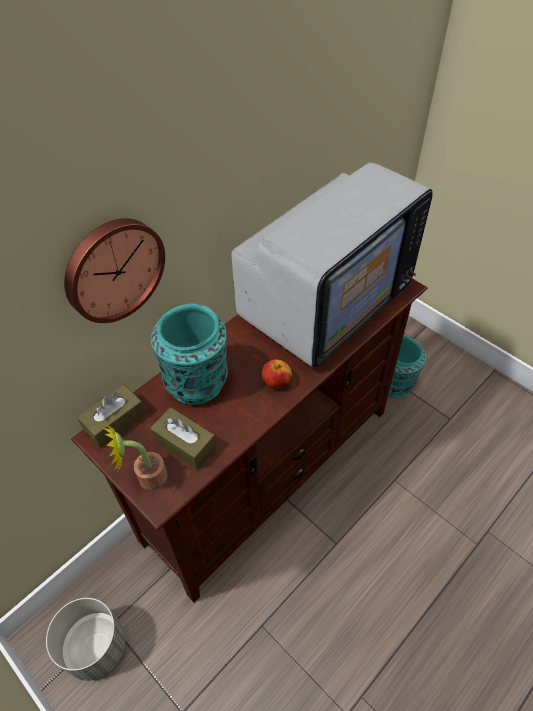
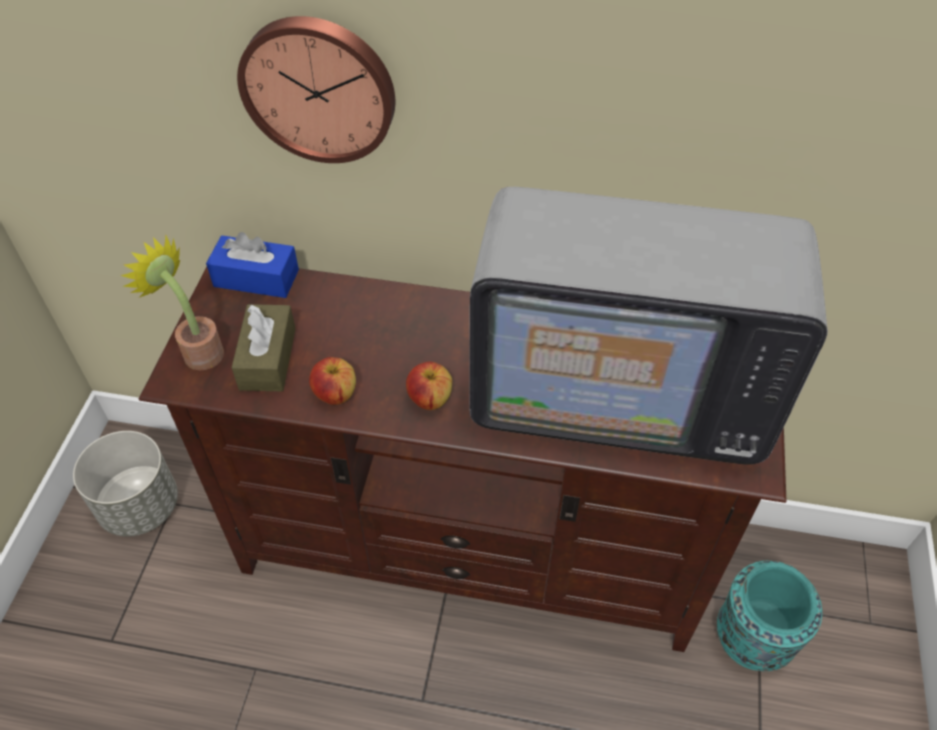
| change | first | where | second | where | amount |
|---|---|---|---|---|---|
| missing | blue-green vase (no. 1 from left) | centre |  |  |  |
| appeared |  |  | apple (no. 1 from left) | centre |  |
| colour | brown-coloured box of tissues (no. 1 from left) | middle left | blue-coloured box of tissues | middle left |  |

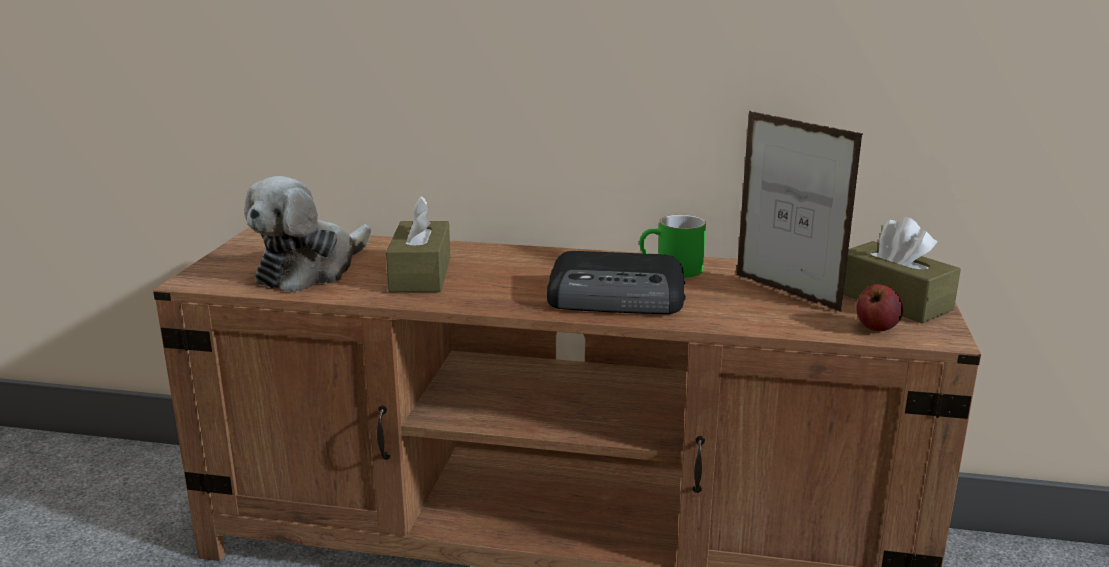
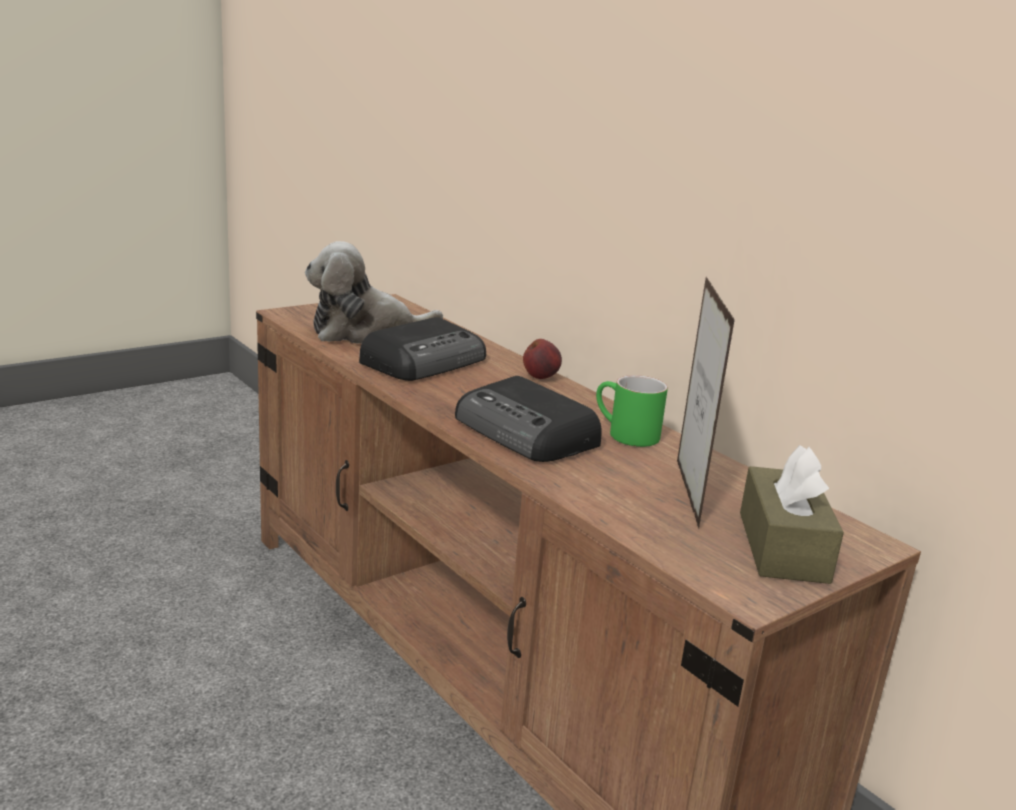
| change | first | where | second | where | amount |
|---|---|---|---|---|---|
| relocated | apple | middle right |  | centre |  |
| exchanged | brown-coloured box of tissues (no. 1 from left) | centre | radio receiver (no. 1 from left) | centre |  |

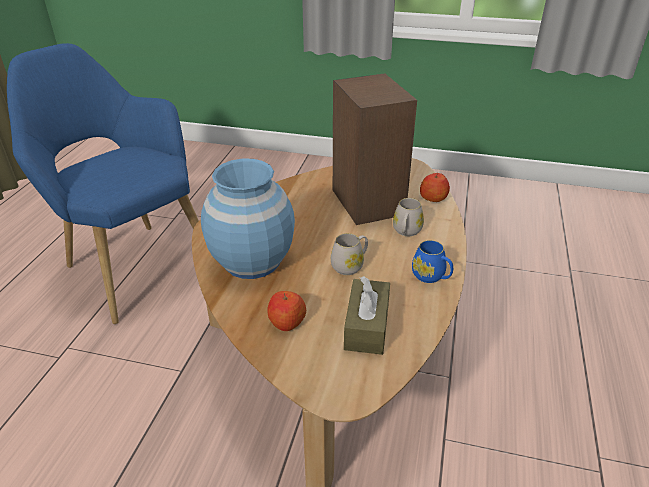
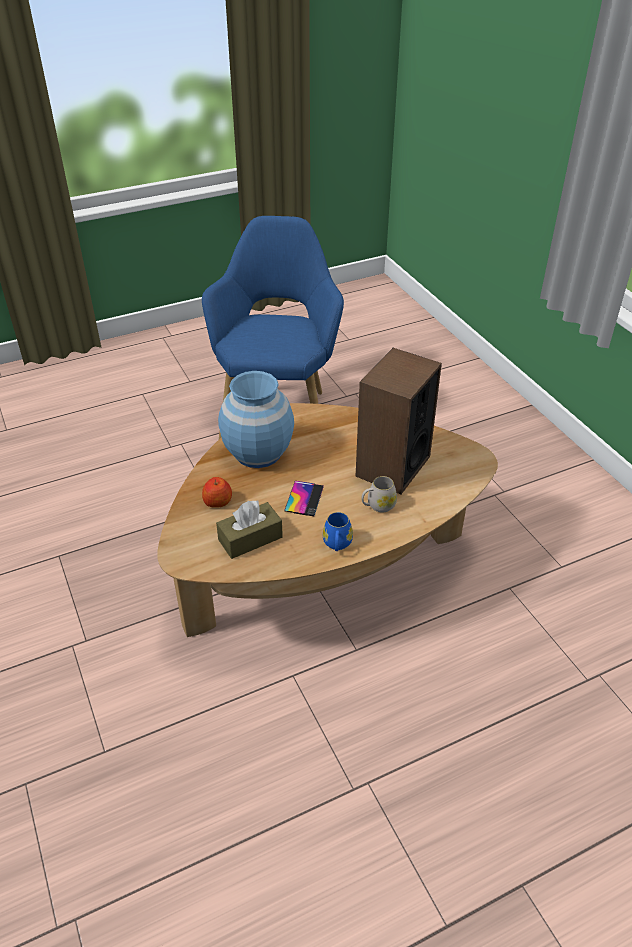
| change | first | where | second | where | amount |
|---|---|---|---|---|---|
| missing | apple (no. 2 from left) | middle right |  |  |  |
| exchanged | whitish mug (no. 1 from left) | centre | phone | centre |  |

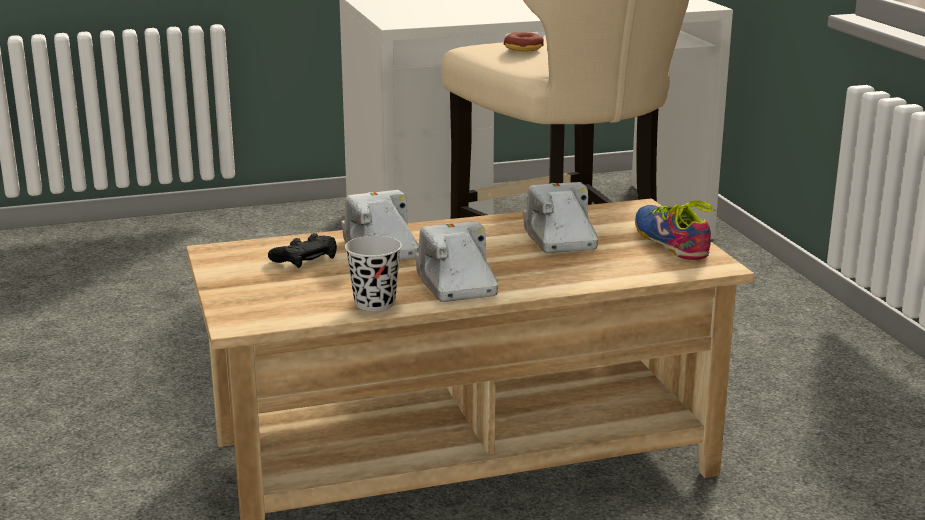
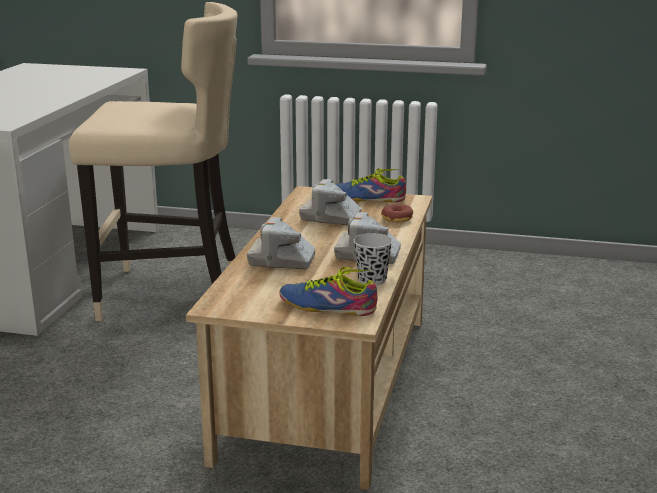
| change | first | where | second | where | amount |
|---|---|---|---|---|---|
| missing | blackish game controller | middle left |  |  |  |
| appeared |  |  | item of footwear (no. 1 from left) | centre |  |
| relocated | ring doughnut | top centre |  | centre |  |

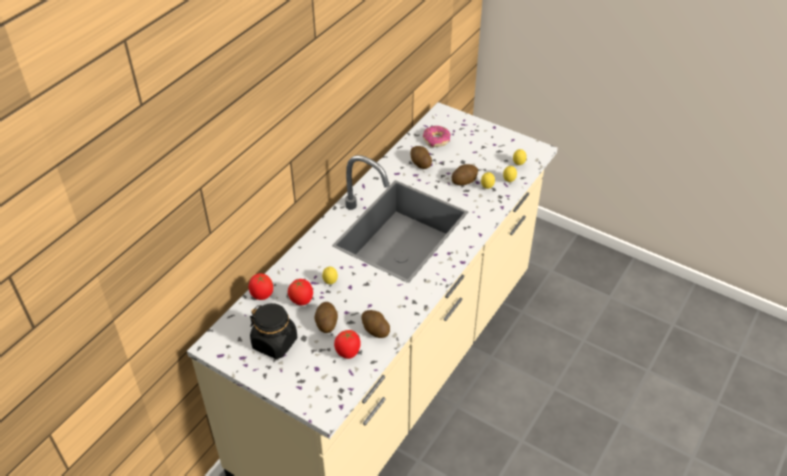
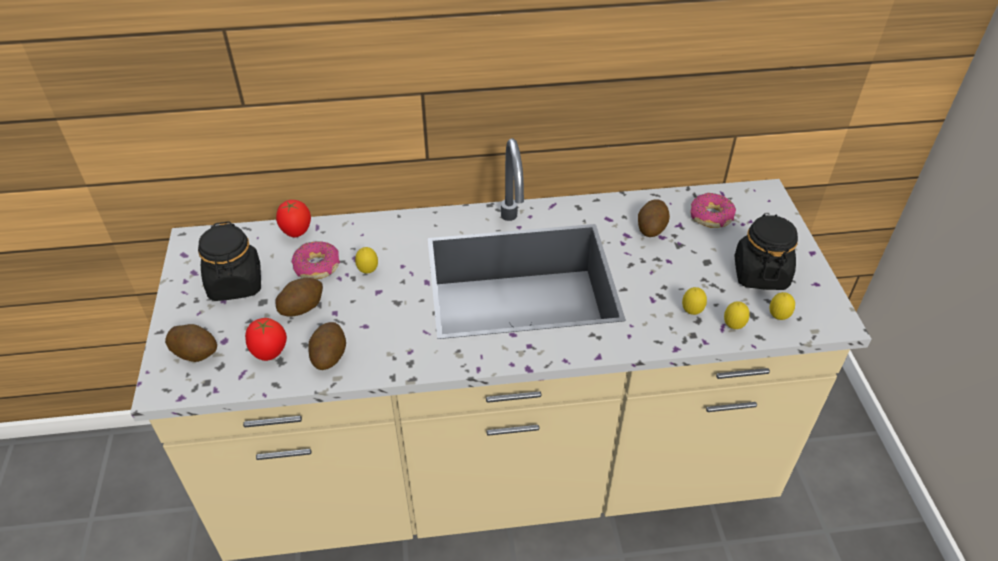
| change | first | where | second | where | amount |
|---|---|---|---|---|---|
| appeared |  |  | blackish jar (no. 2 from left) | middle right |  |
| relocated | potato (no. 4 from left in the first image) | centre | potato (no. 1 from left) | middle left |  |
| exchanged | fresh tomato (no. 2 from left) | centre | ring doughnut (no. 1 from left) | middle left |  |

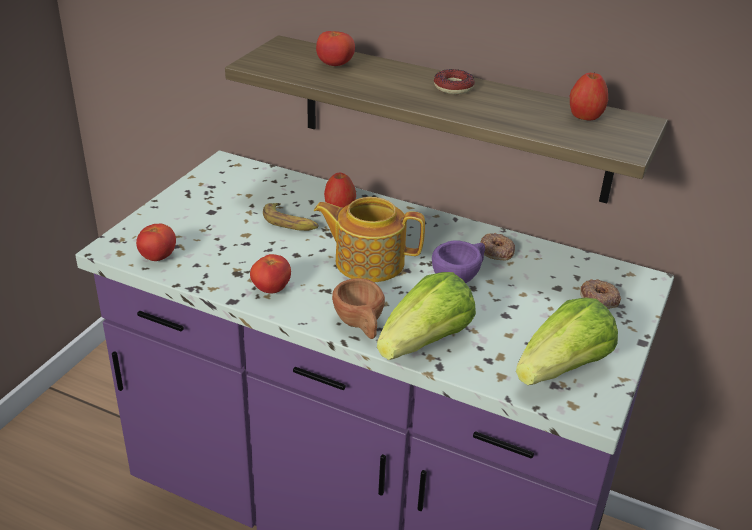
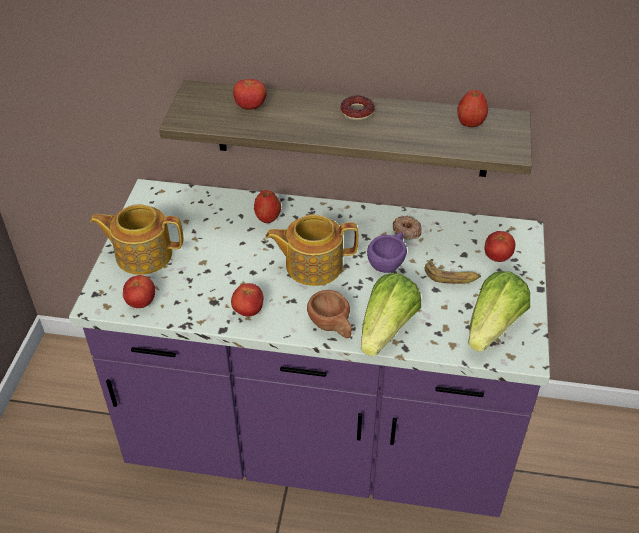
| change | first | where | second | where | amount |
|---|---|---|---|---|---|
| appeared |  |  | teapot (no. 1 from left) | middle left |  |
| relocated | banana fruit | centre |  | middle right |  |
| exchanged | ring doughnut (no. 3 from left) | middle right | fresh tomato (no. 4 from left) | middle right |  |

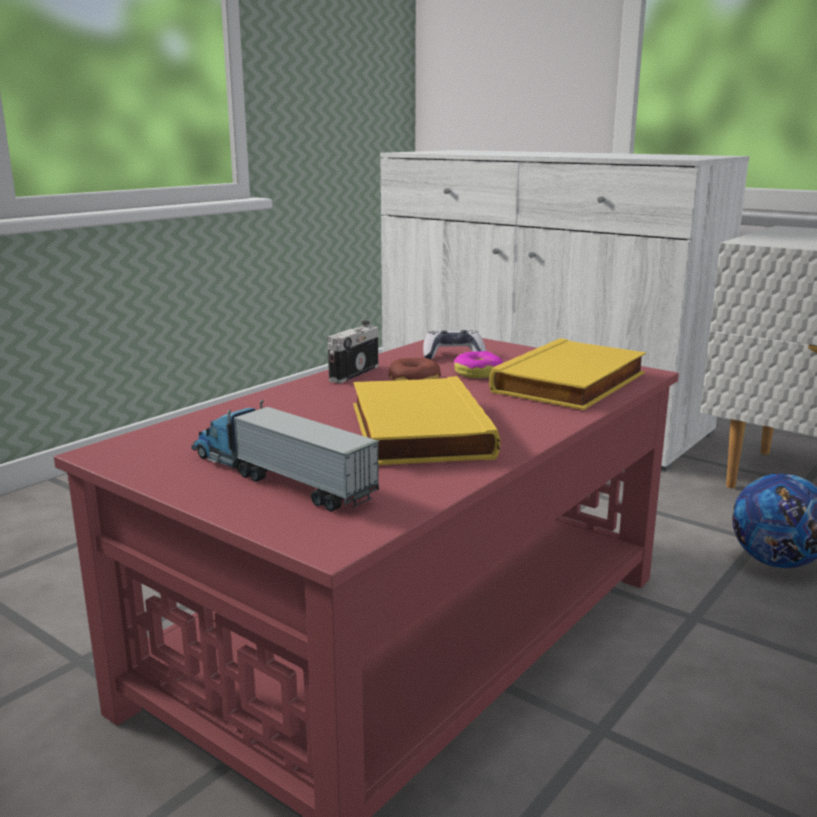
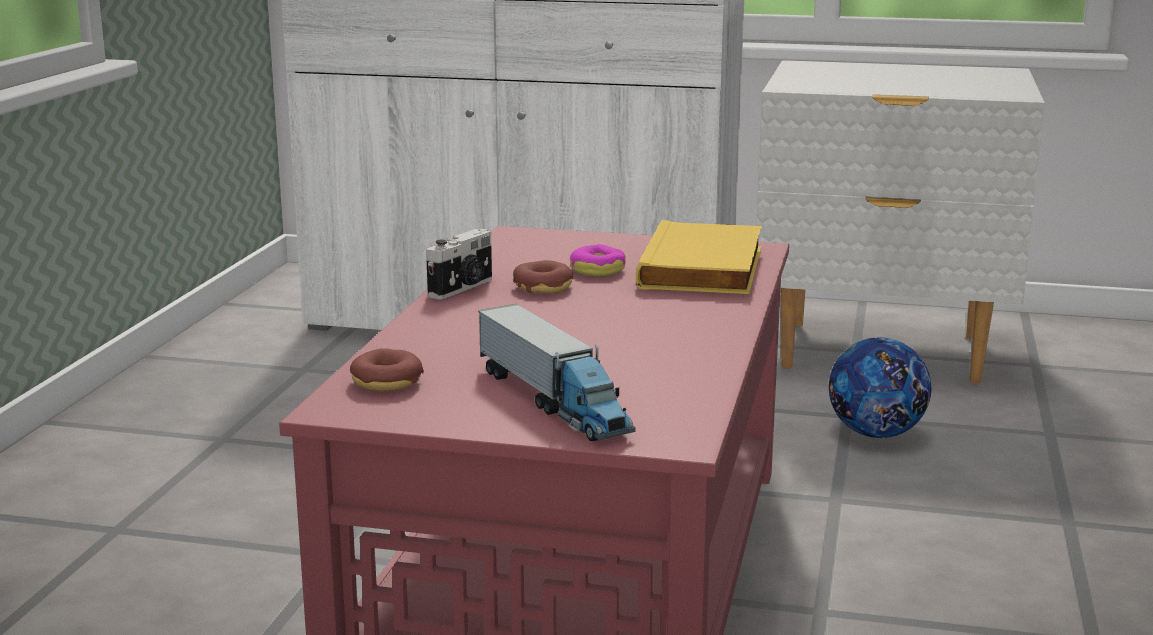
| change | first | where | second | where | amount |
|---|---|---|---|---|---|
| missing | yellow-coloured volume (no. 1 from left) | centre |  |  |  |
| missing | game controller | centre |  |  |  |
| appeared |  |  | ring doughnut (no. 1 from left) | centre |  |
| spun | toy truck | centre |  | centre | 135 degrees counterclockwise |
| spun | still camera | centre |  | centre | 150 degrees counterclockwise |

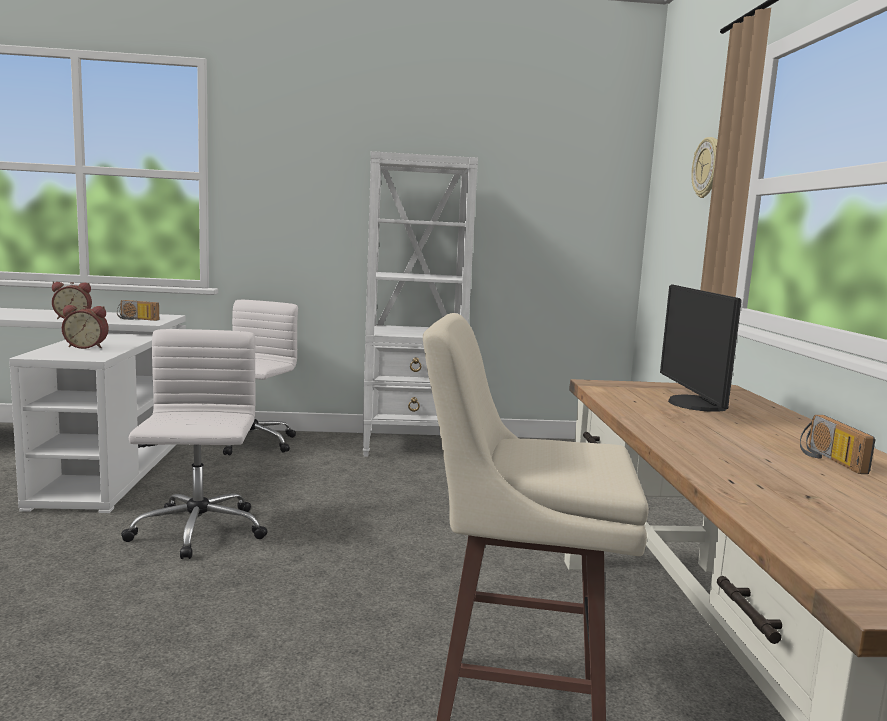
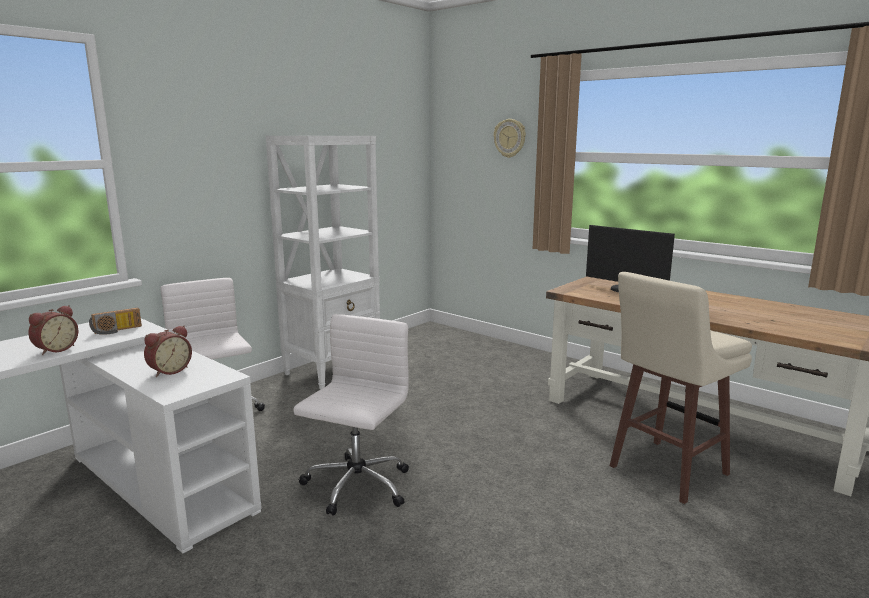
| change | first | where | second | where | amount |
|---|---|---|---|---|---|
| missing | radio receiver (no. 2 from left) | middle right |  |  |  |
| spun | whitish computer chair (no. 1 from left in the first image) | middle left | whitish computer chair (no. 2 from left) | bottom centre | 75 degrees clockwise |

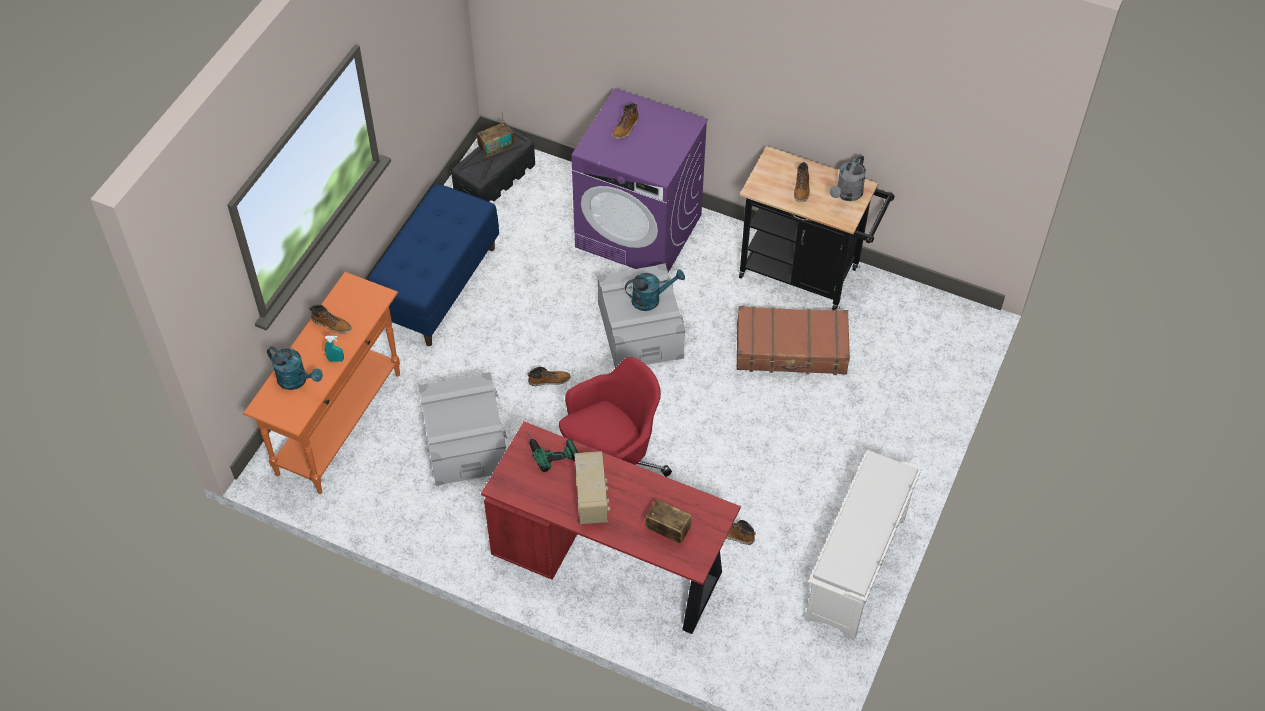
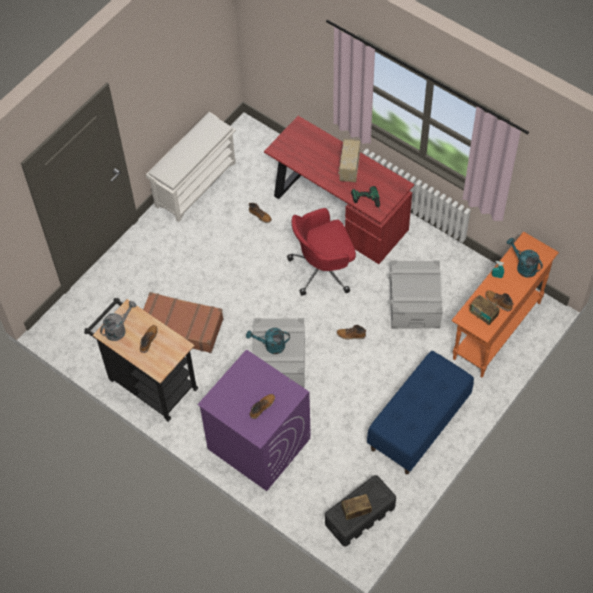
| change | first | where | second | where | amount |
|---|---|---|---|---|---|
| relocated | radio receiver (no. 3 from left) | bottom centre |  | middle right |  |

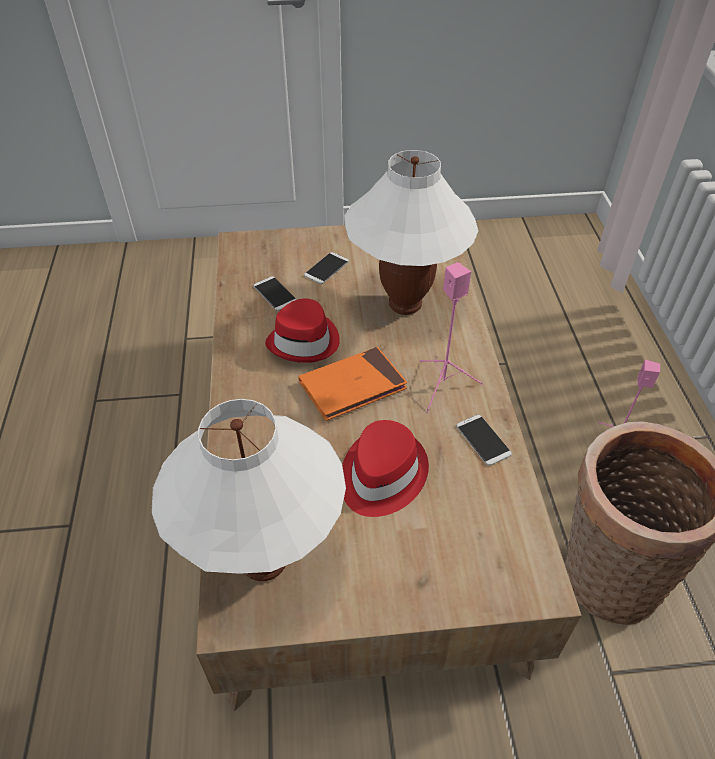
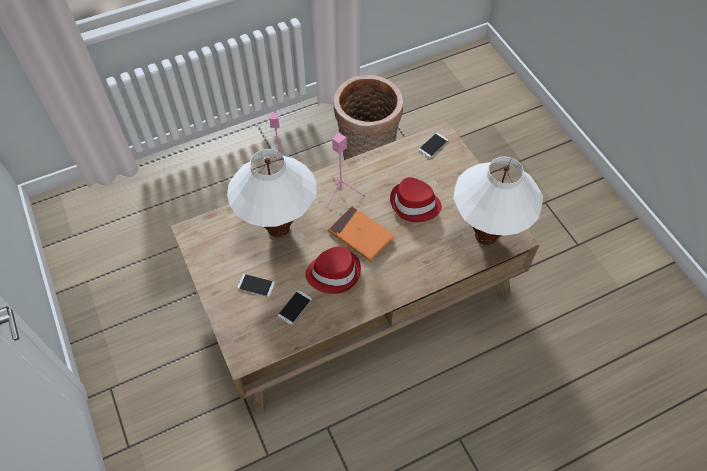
| change | first | where | second | where | amount |
|---|---|---|---|---|---|
| relocated | phone (no. 3 from left) | middle right |  | top centre |  |

